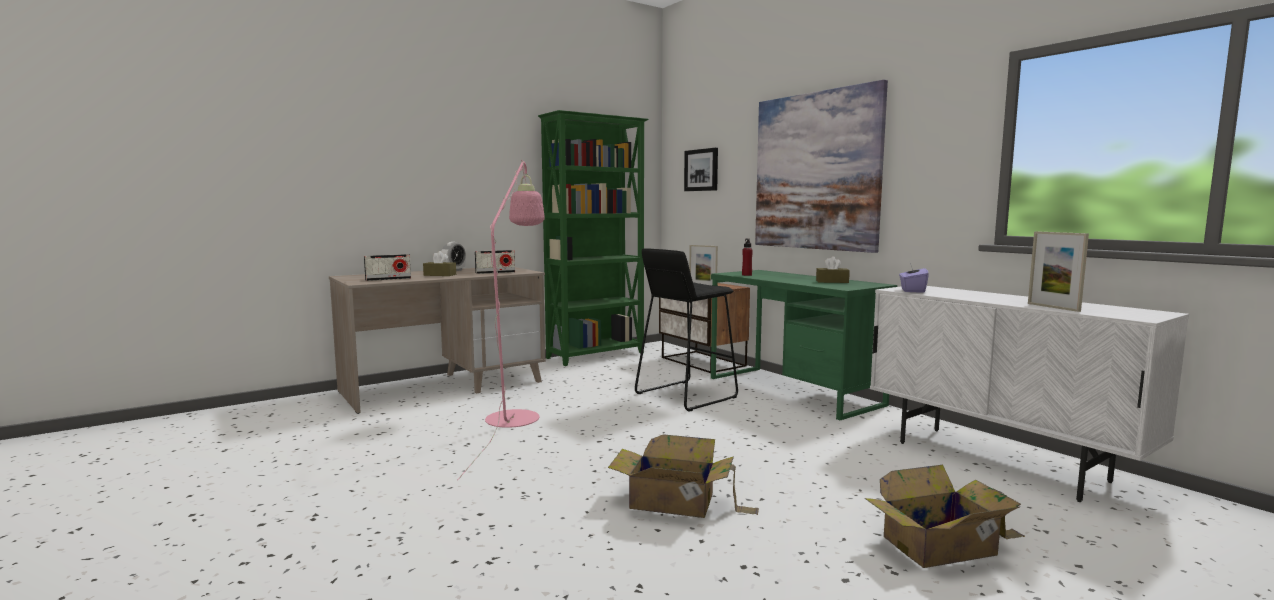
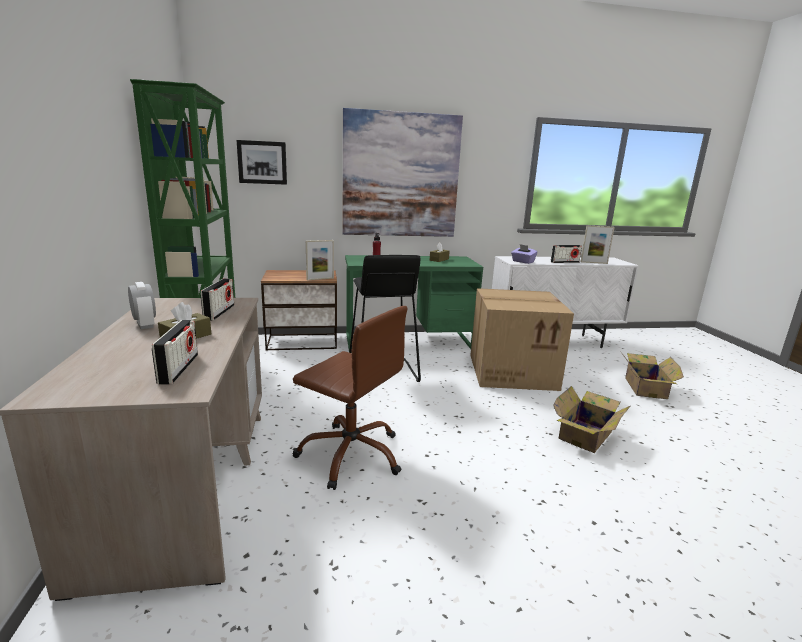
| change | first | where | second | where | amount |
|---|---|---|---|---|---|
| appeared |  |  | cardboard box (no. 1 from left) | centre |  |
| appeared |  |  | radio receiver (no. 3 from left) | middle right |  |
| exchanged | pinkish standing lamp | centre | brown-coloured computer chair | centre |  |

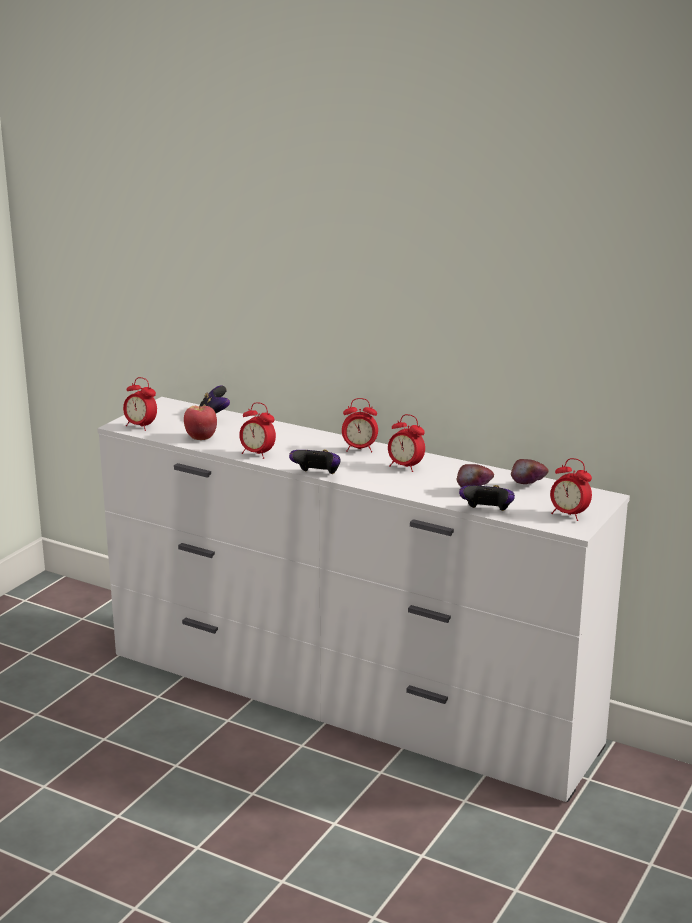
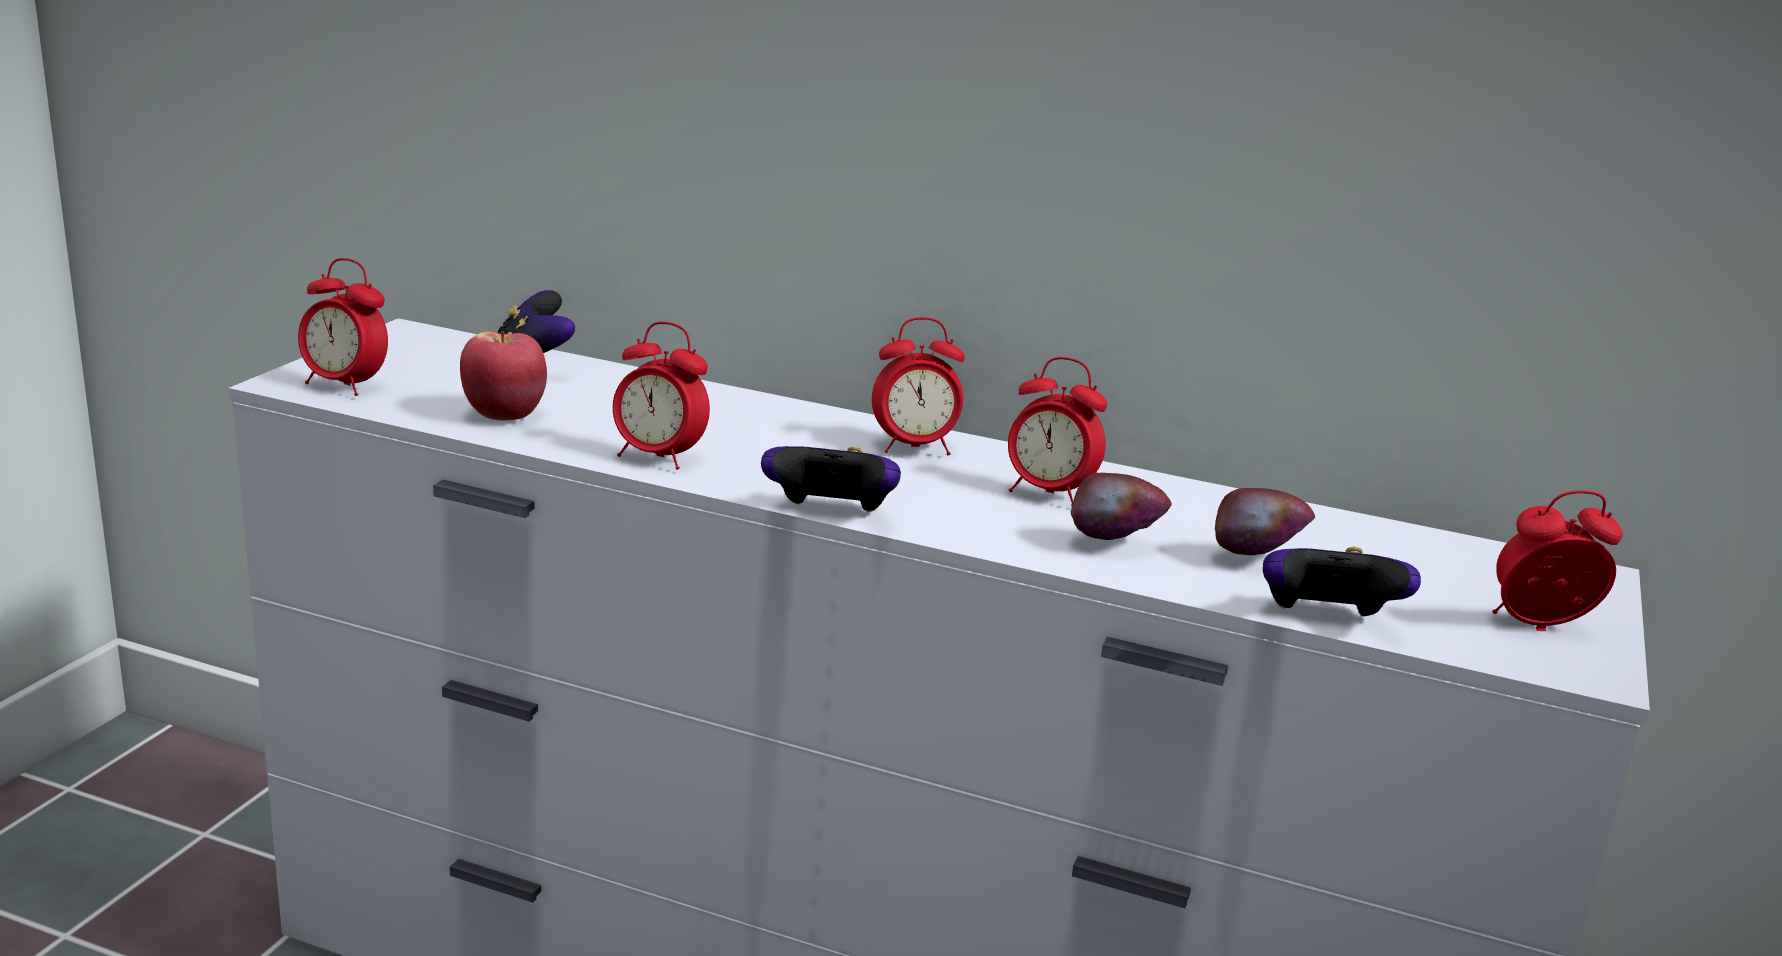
| change | first | where | second | where | amount |
|---|---|---|---|---|---|
| relocated | apple (no. 3 from left in the first image) | middle right | apple (no. 2 from left) | centre |  |
| spun | bedside clock (no. 5 from left) | middle right |  | middle right | 150 degrees clockwise |

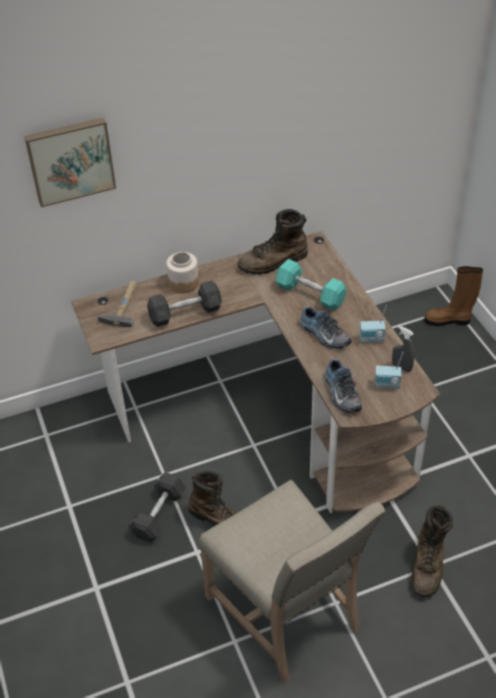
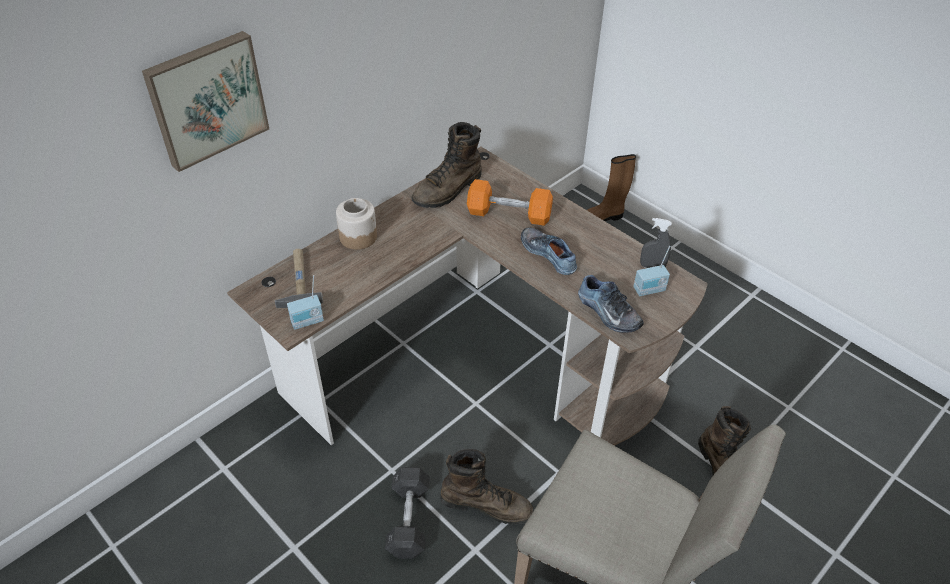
| change | first | where | second | where | amount |
|---|---|---|---|---|---|
| missing | grey dumbbell (no. 2 from left) | centre |  |  |  |
| relocated | radio receiver (no. 1 from left) | middle right |  | middle left |  |
| colour | blue-green dumbbell | centre | orangey dumbbell | centre |  |
| spun | item of footwear (no. 1 from left) | centre |  | centre | 150 degrees counterclockwise |

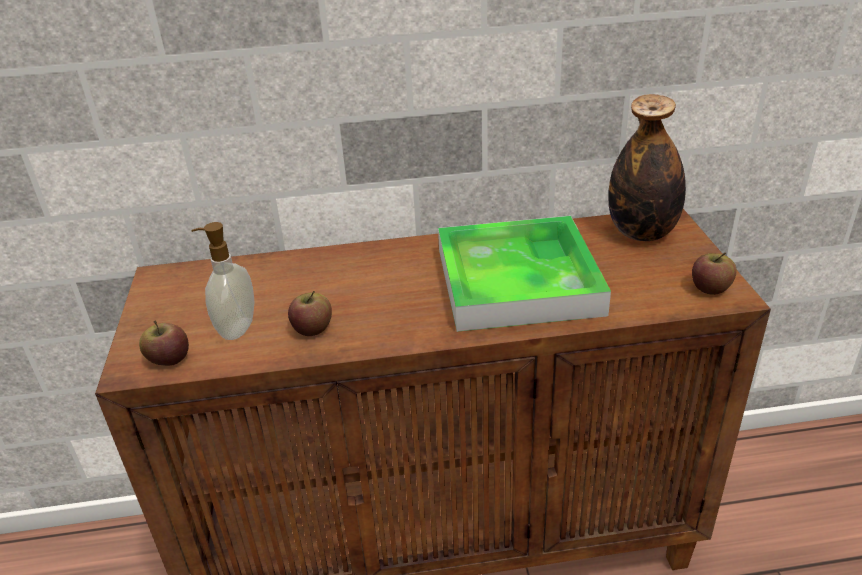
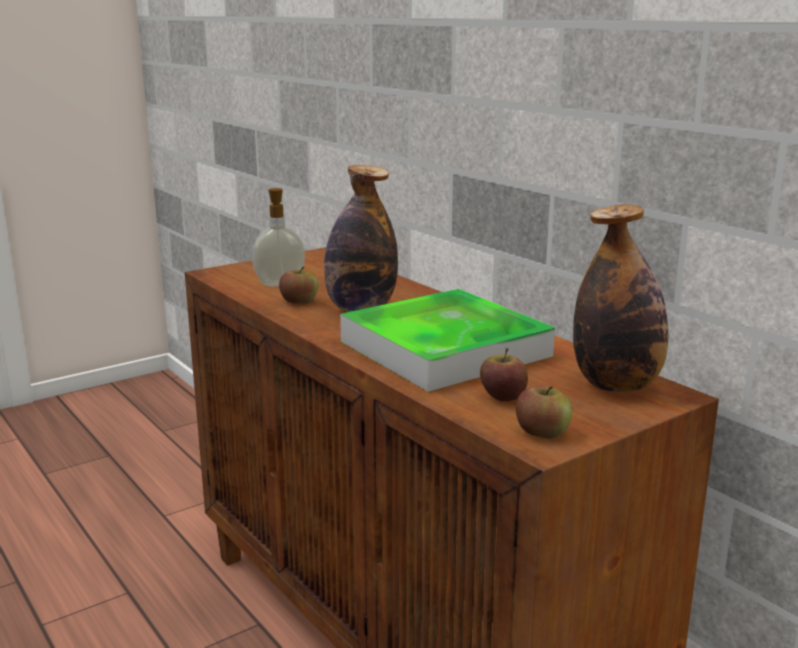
| change | first | where | second | where | amount |
|---|---|---|---|---|---|
| appeared |  |  | drink bottle (no. 1 from left) | centre |  |
| relocated | apple (no. 1 from left in the first image) | middle left | apple (no. 2 from left) | centre |  |

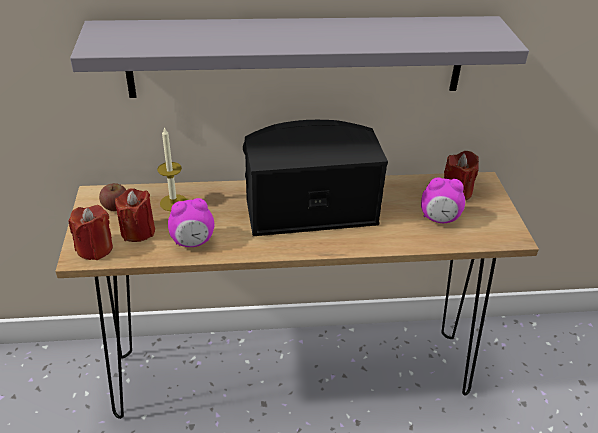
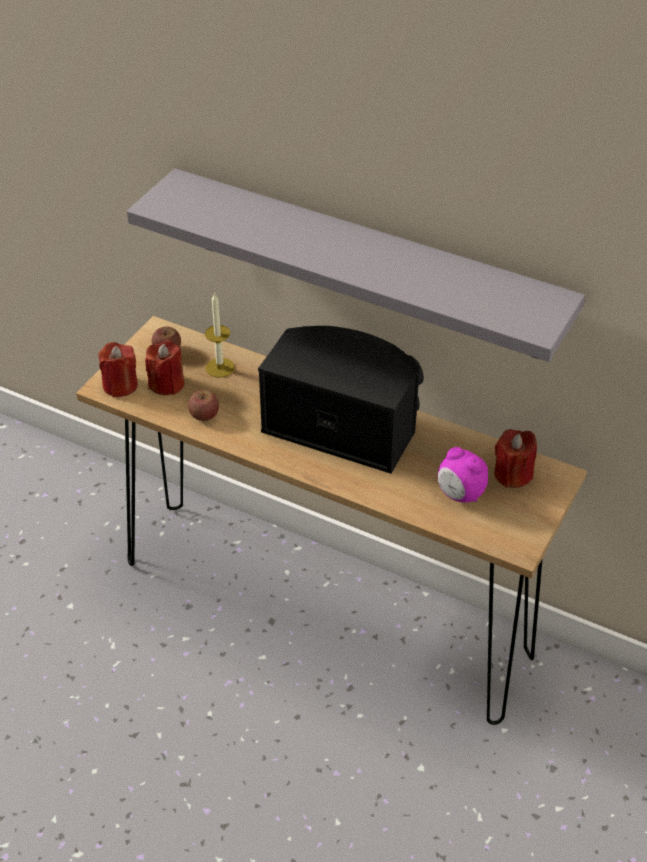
| change | first | where | second | where | amount |
|---|---|---|---|---|---|
| exchanged | bedside clock (no. 1 from left) | middle left | apple (no. 2 from left) | middle left |  |

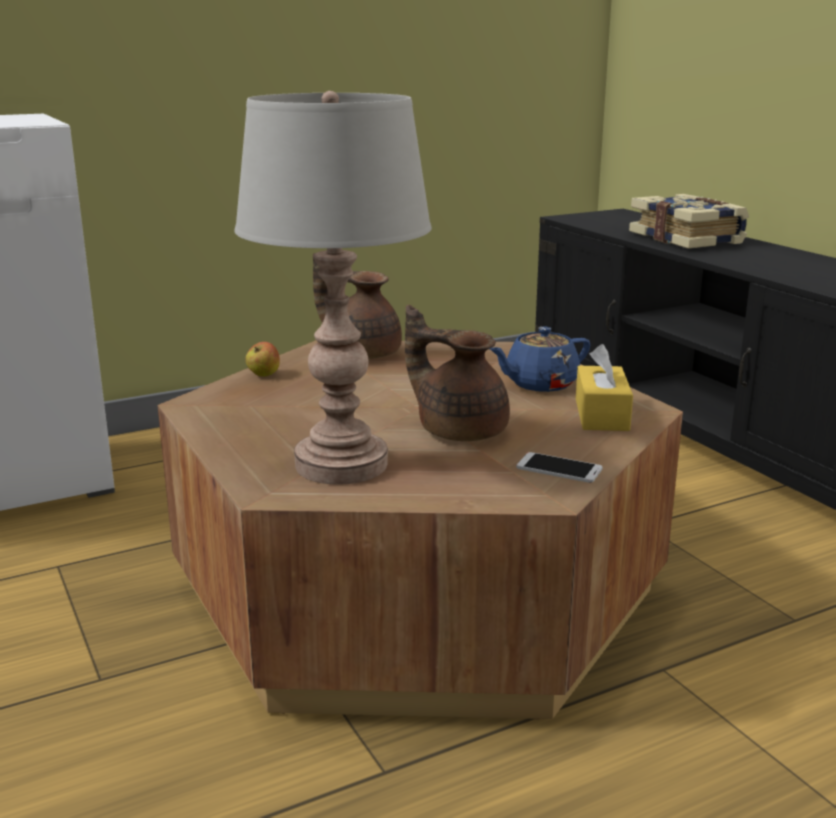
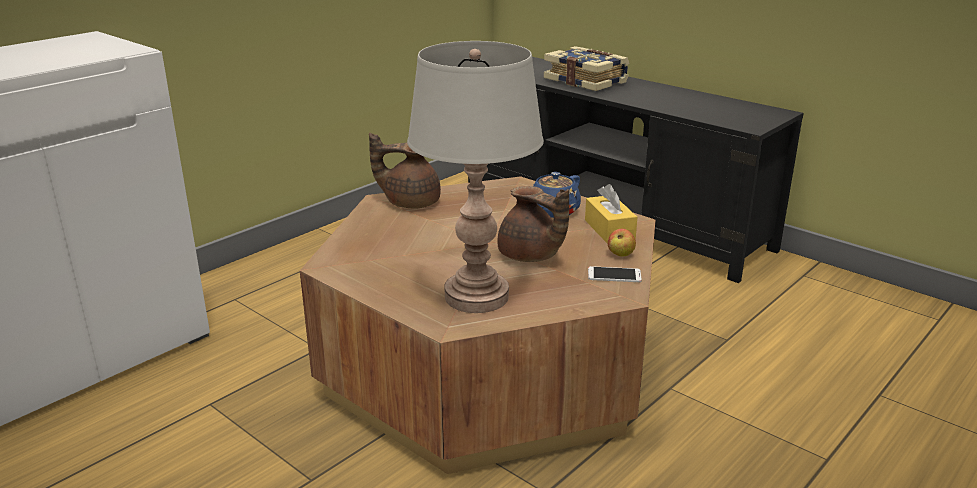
| change | first | where | second | where | amount |
|---|---|---|---|---|---|
| relocated | apple | middle left |  | centre |  |
| spun | brown-coloured teapot (no. 2 from left) | centre |  | centre | 150 degrees counterclockwise |

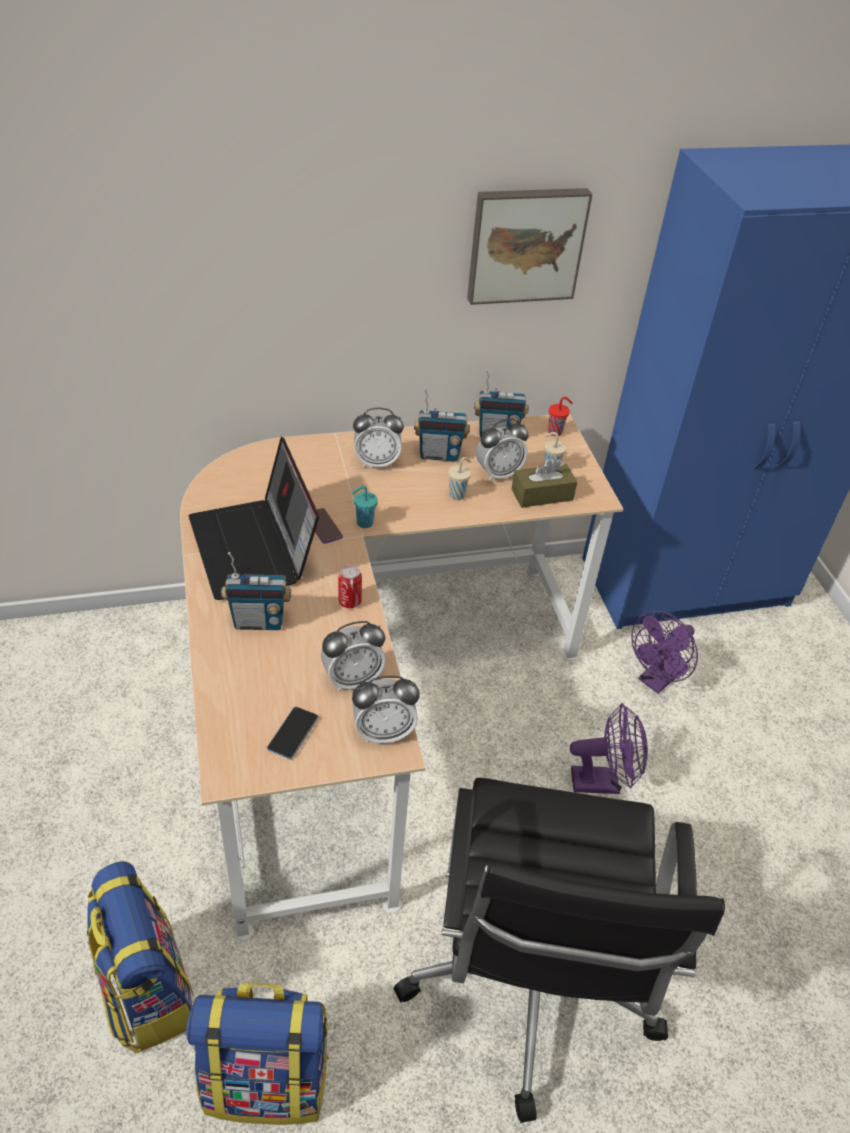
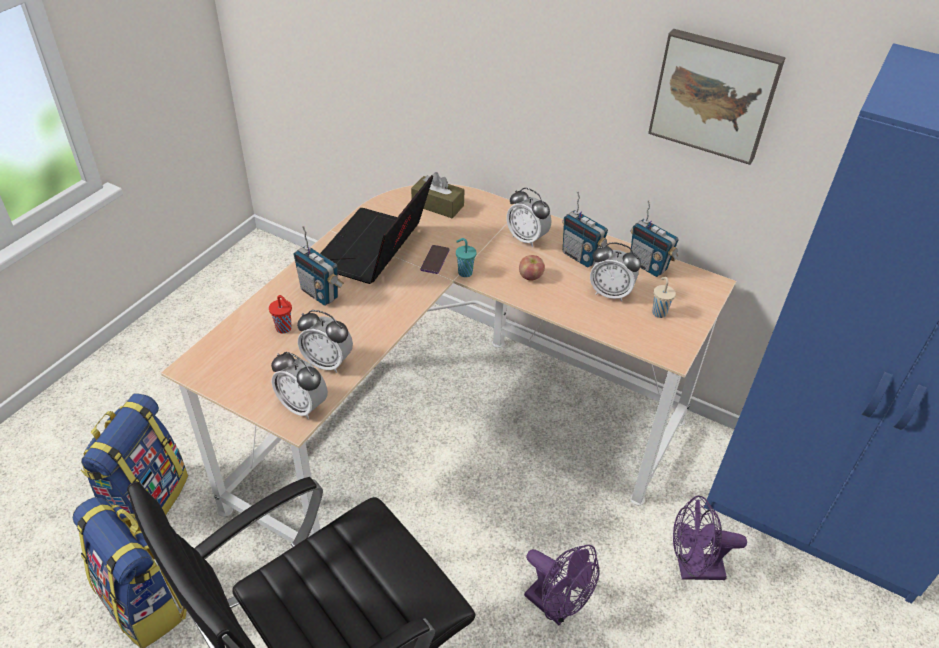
| change | first | where | second | where | amount |
|---|---|---|---|---|---|
| missing | phone (no. 1 from left) | centre |  |  |  |
| missing | metal can | centre |  |  |  |
| missing | beige cup (no. 1 from left) | centre |  |  |  |
| appeared |  |  | apple | centre |  |
| relocated | brown-coloured box of tissues | centre |  | top centre |  |
| relocated | red cup | centre |  | middle left |  |

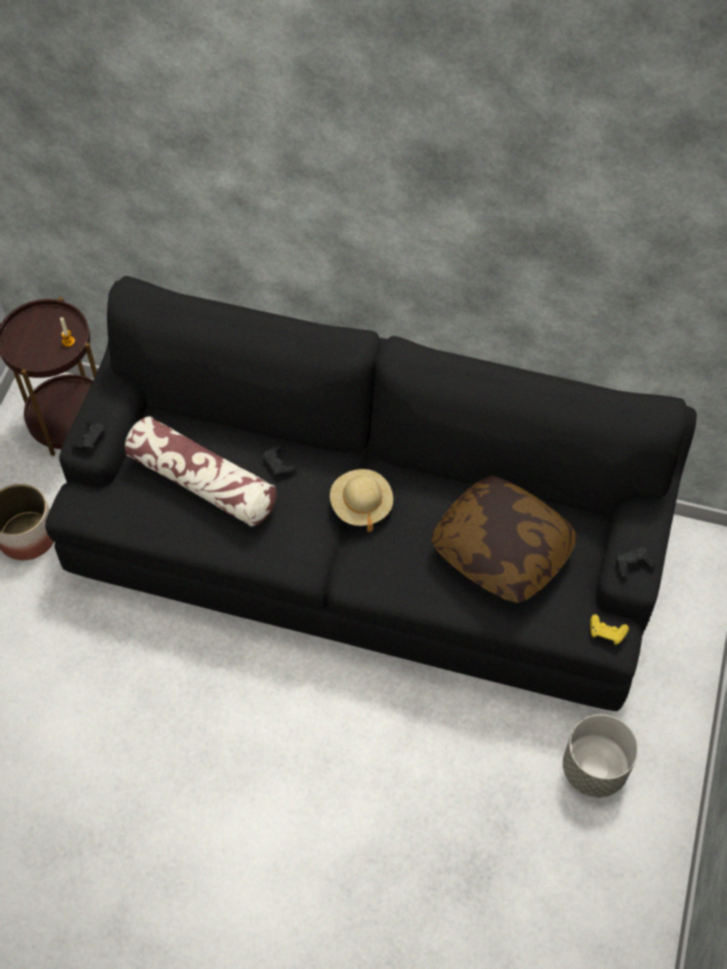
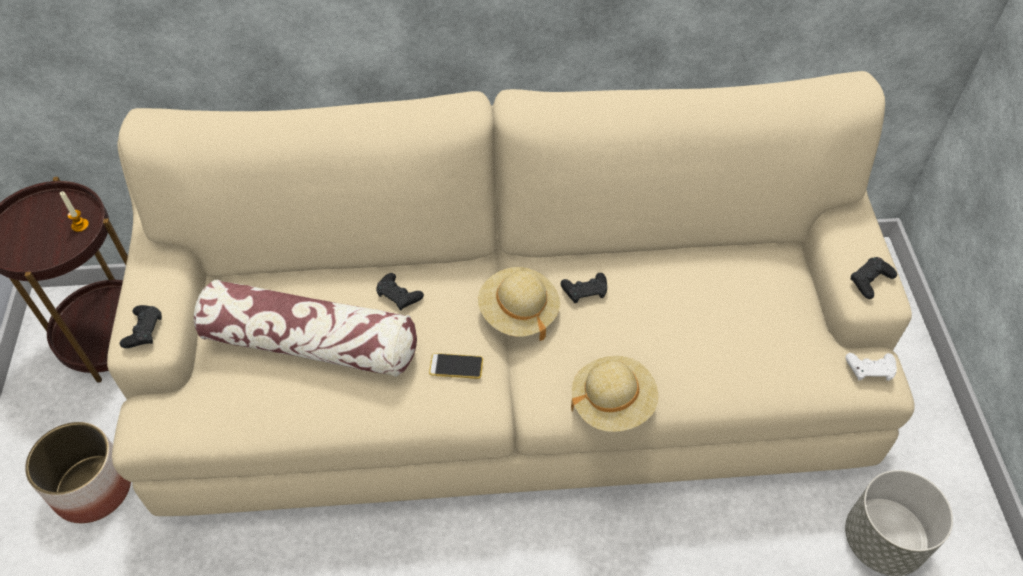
| change | first | where | second | where | amount |
|---|---|---|---|---|---|
| missing | throw pillow (no. 2 from left) | middle right |  |  |  |
| appeared |  |  | phone | centre |  |
| appeared |  |  | blackish game controller (no. 3 from left) | centre |  |
| appeared |  |  | beige wearable hat (no. 2 from left) | bottom centre |  |
| colour | blackish settee | centre | beige settee | centre |  |
| colour | yellow-coloured game controller | middle right | whitish game controller | middle right |  |

